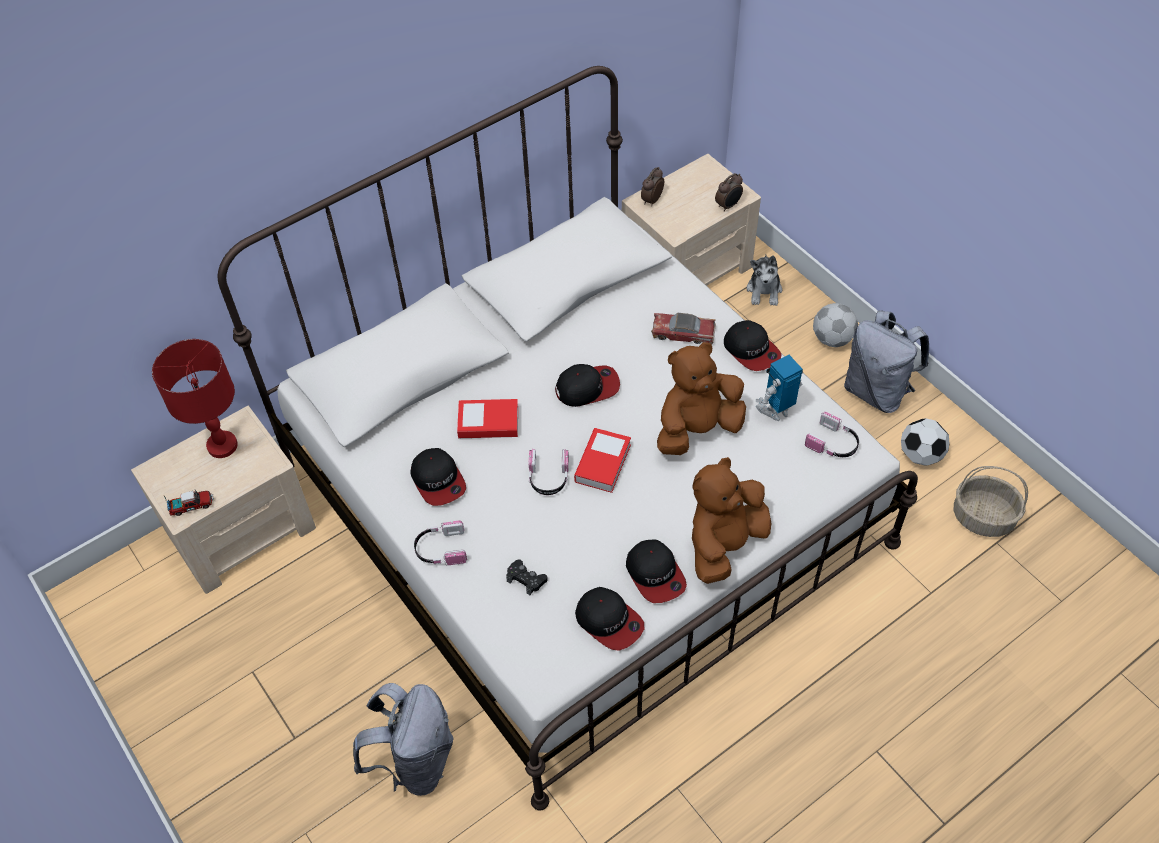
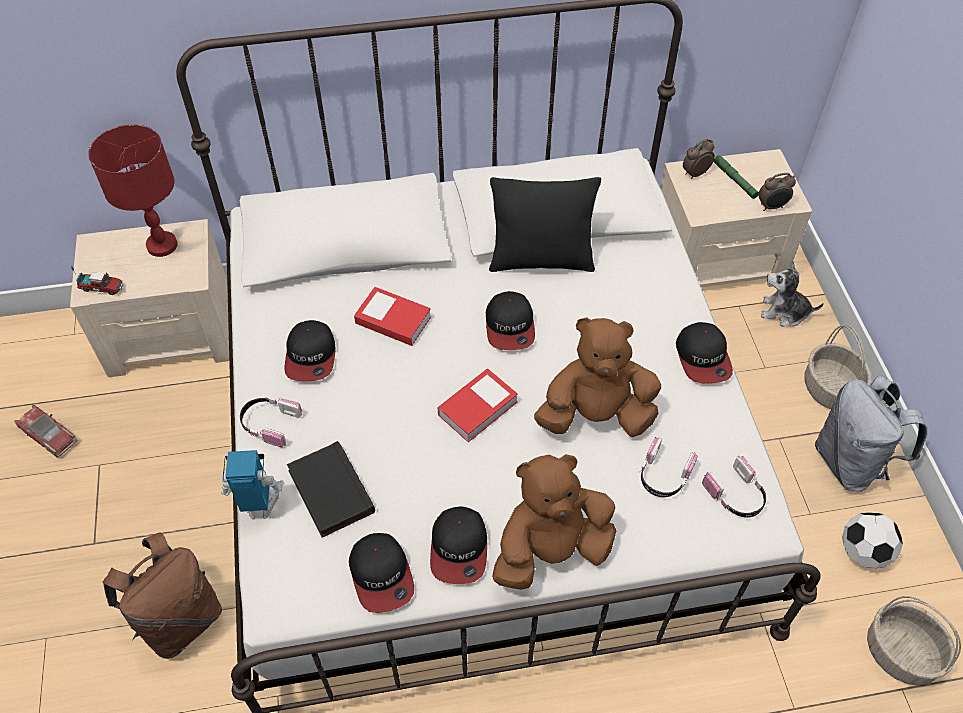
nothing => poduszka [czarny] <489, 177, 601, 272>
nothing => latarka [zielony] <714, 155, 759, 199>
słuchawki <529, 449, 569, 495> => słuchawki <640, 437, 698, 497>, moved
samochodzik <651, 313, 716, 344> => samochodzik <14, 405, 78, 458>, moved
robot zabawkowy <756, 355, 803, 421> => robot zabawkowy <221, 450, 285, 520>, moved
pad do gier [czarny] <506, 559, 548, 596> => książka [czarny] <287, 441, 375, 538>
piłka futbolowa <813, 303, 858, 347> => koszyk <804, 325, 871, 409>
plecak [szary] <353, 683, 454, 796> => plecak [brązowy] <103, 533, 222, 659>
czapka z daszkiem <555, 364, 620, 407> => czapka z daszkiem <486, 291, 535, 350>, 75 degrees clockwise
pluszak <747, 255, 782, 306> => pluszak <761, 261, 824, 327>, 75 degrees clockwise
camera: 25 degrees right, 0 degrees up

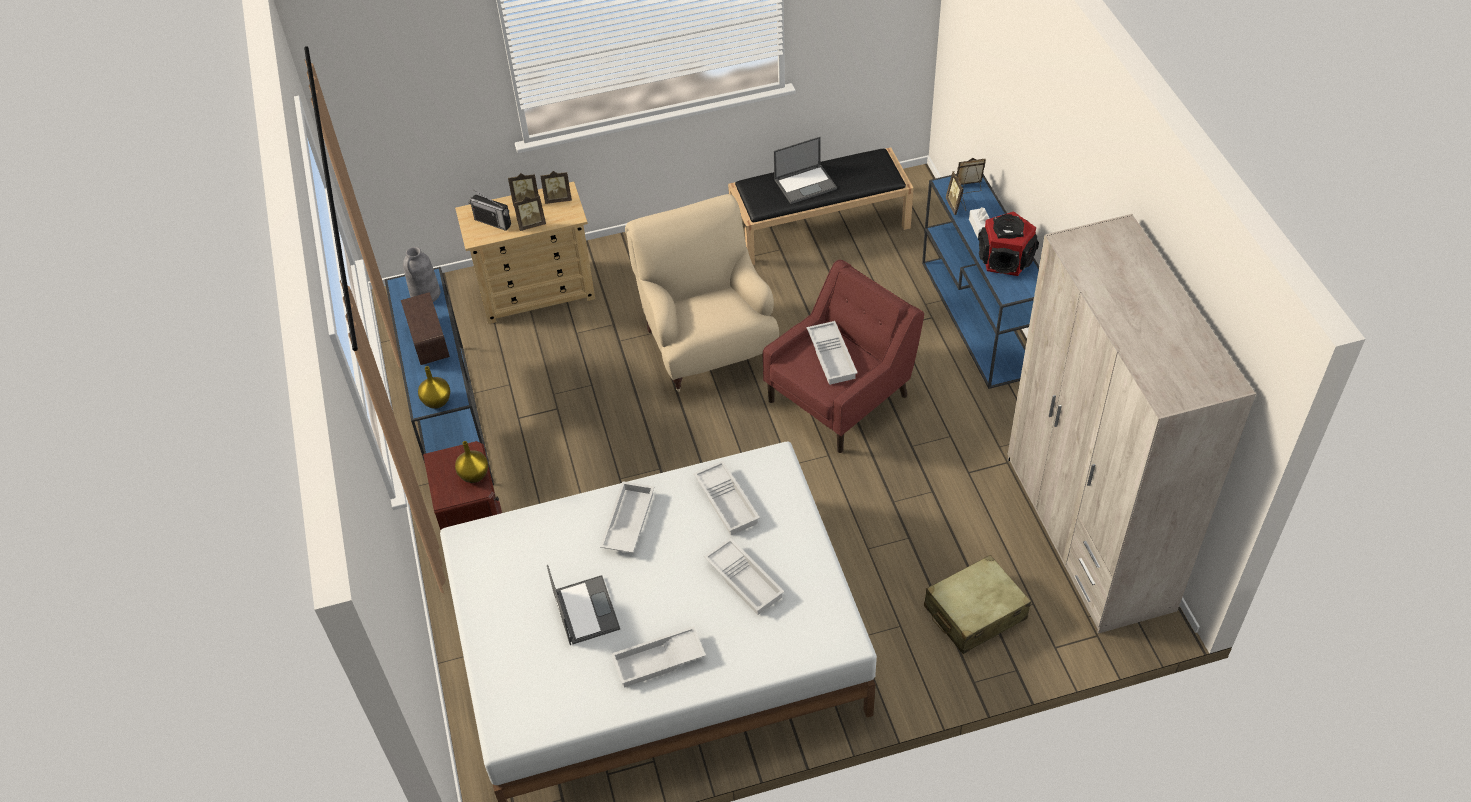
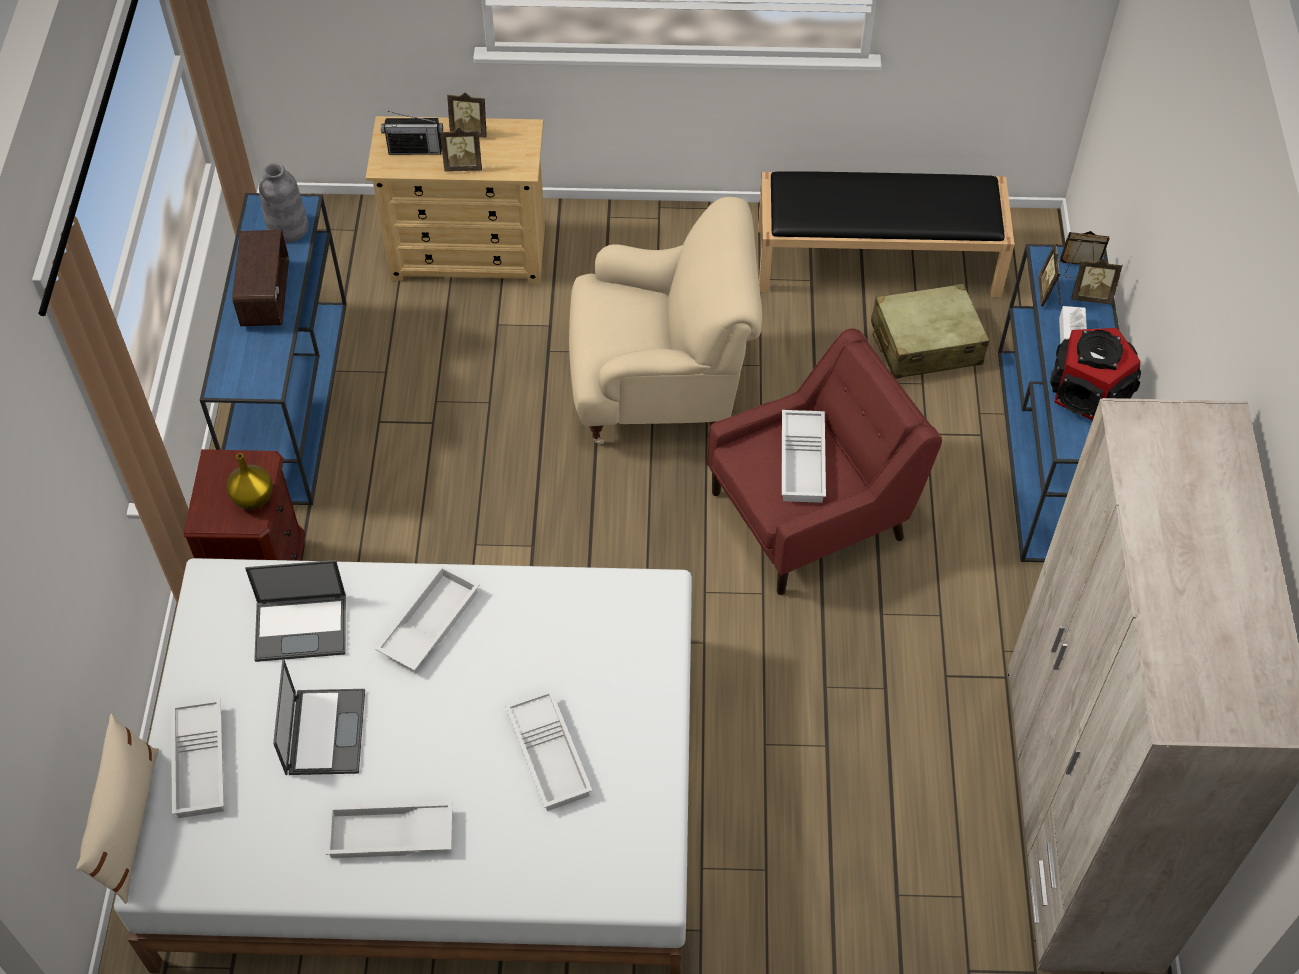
wazon [żółty] <418, 366, 450, 409> => nothing
nothing => poduszka [beżowy] <76, 713, 159, 904>
ramka na zdjęcie <540, 171, 572, 204> => ramka na zdjęcie <1071, 259, 1123, 305>, moved
taca [biały] <693, 461, 760, 535> => taca [biały] <171, 698, 224, 818>, moved
laptop <774, 137, 837, 204> => laptop <245, 560, 346, 662>, moved
walizka [beżowy] <924, 555, 1031, 654> => walizka [beżowy] <871, 283, 989, 379>, moved
radio <468, 190, 511, 231> => radio <381, 111, 443, 155>, 45 degrees counterclockwise
fotel [beżowy] <625, 194, 779, 392> => fotel [beżowy] <569, 197, 762, 444>, 90 degrees clockwise
camera: 15 degrees right, 5 degrees up

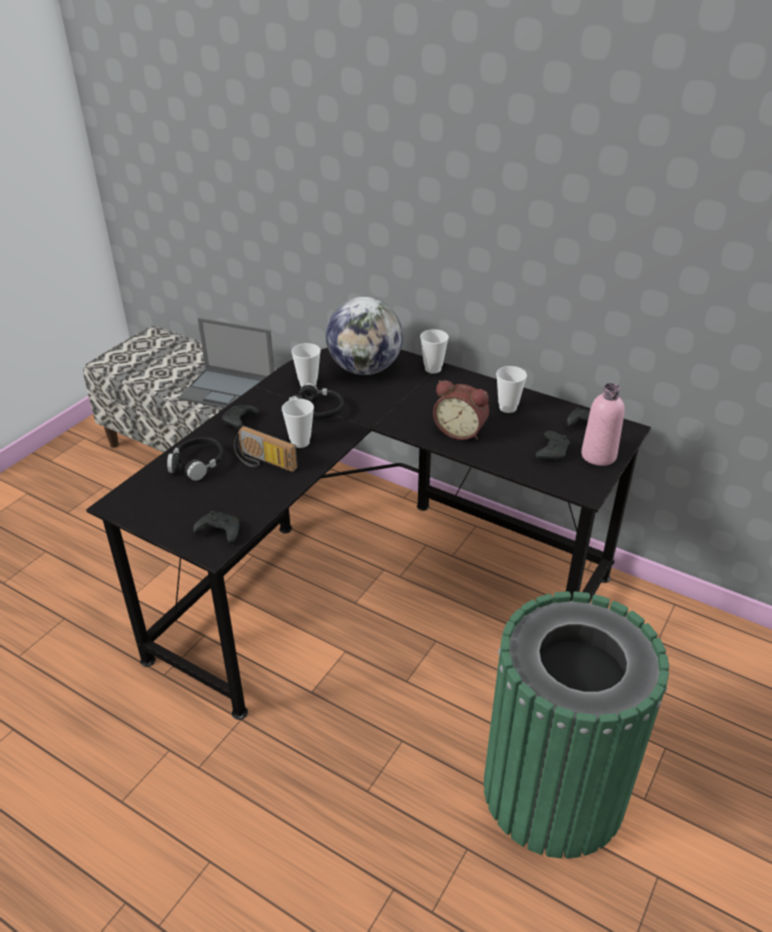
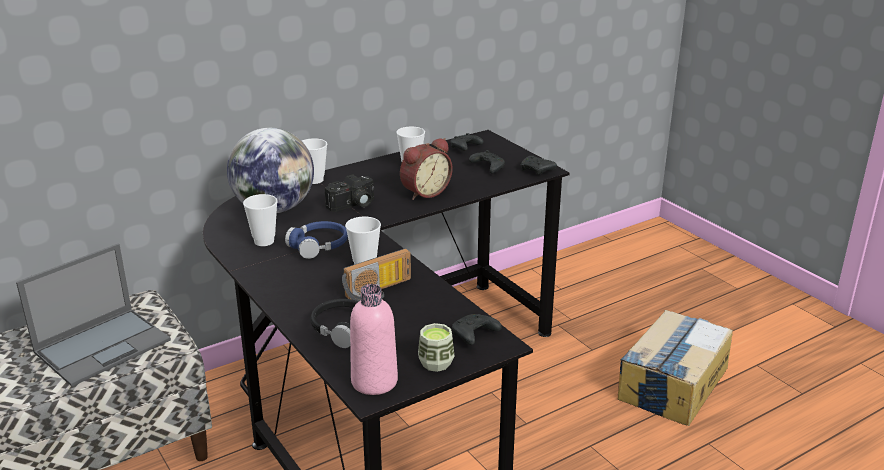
nothing => aparat fotograficzny <325, 174, 374, 212>
nothing => filiżanka <418, 323, 455, 372>
pad do gier [czarny] <222, 405, 259, 429> => pad do gier [czarny] <521, 155, 557, 175>, moved
butelka [różowy] <581, 383, 625, 466> => butelka [różowy] <350, 284, 398, 395>, moved
kosz na śmieci [zielony] <483, 591, 669, 859> => karton <617, 310, 732, 426>
słuchawki [czarny] <289, 383, 344, 419> => słuchawki [niebieski] <285, 221, 348, 259>
camera: 65 degrees left, 10 degrees down

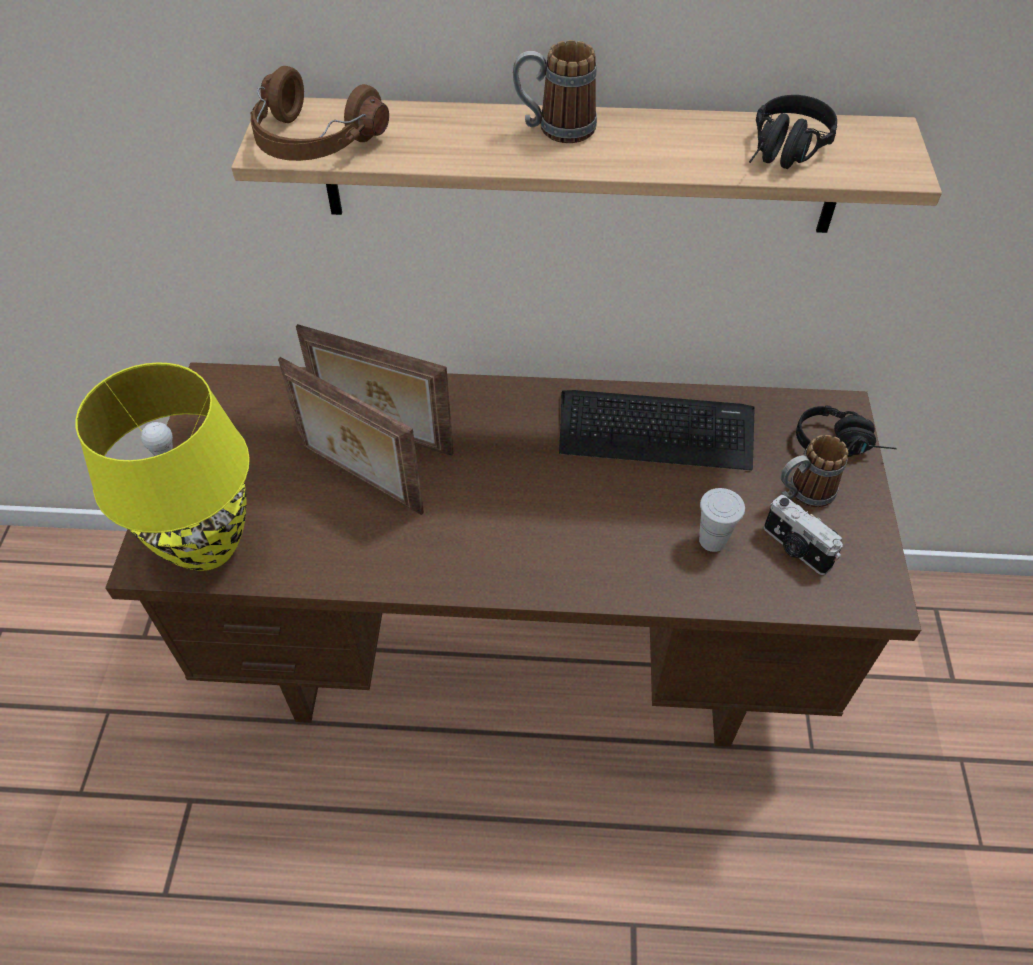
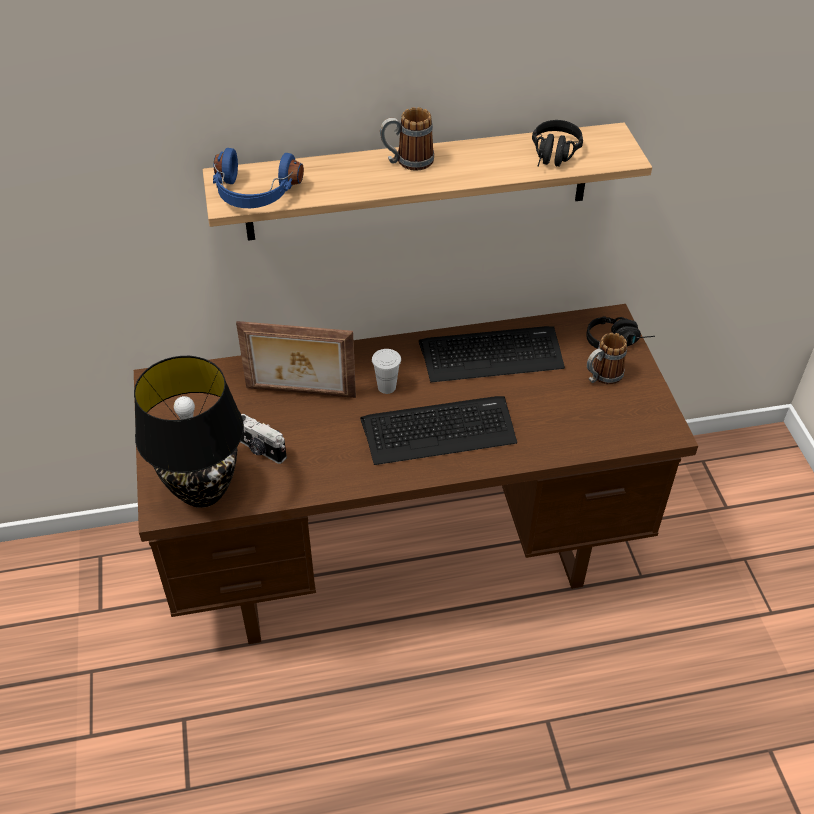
ramka na zdjęcie <278, 357, 424, 515> => nothing
nothing => klawiatura <360, 396, 517, 465>
filiżanka [biały] <699, 488, 745, 552> => filiżanka [biały] <372, 349, 401, 394>, moved
aparat fotograficzny <764, 495, 843, 575> => aparat fotograficzny <240, 414, 287, 464>, moved
lampa stołowa [żółty] <75, 362, 250, 571> => lampa stołowa [czarny] <134, 356, 244, 508>
słuchawki [brązowy] <250, 66, 389, 161> => słuchawki [niebieski] <213, 148, 304, 208>
camera: 15 degrees left, 5 degrees down

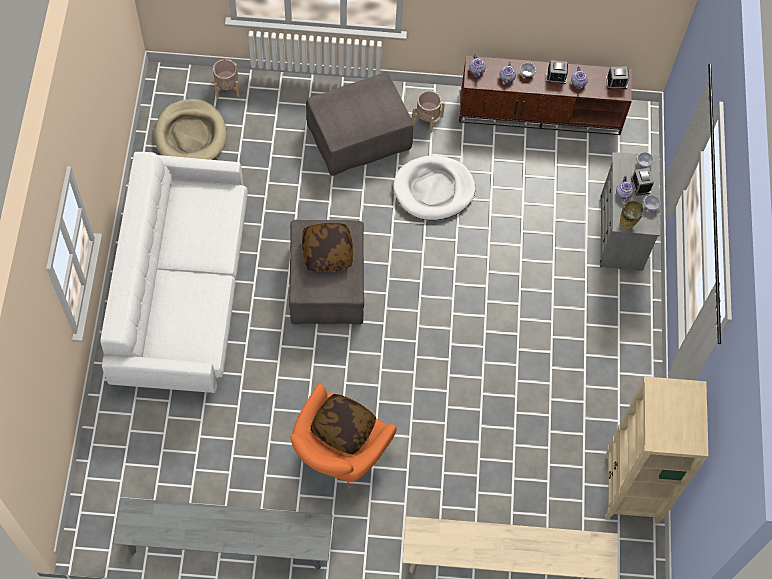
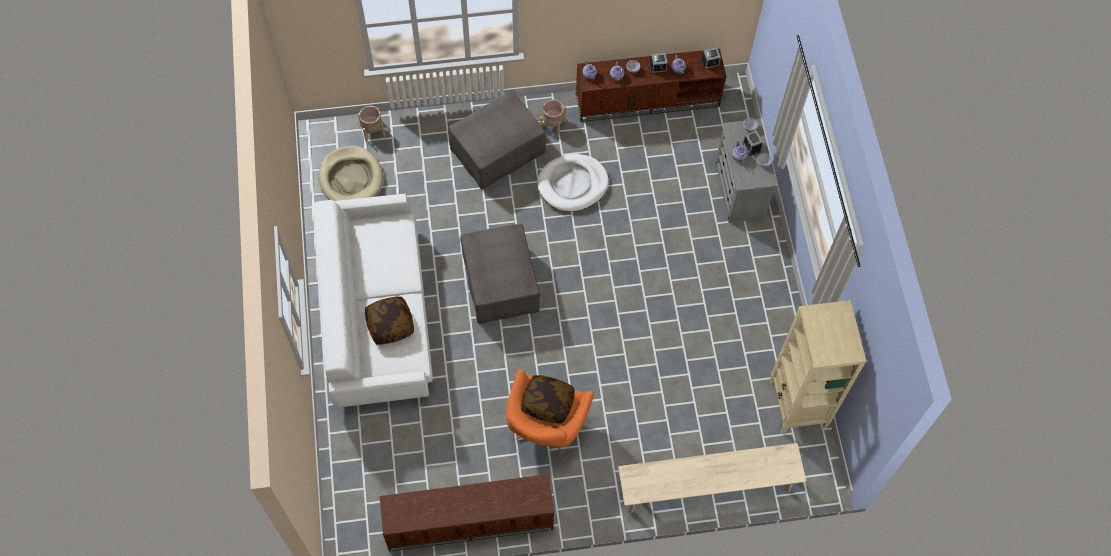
wazon [beżowy] <620, 200, 644, 229> => nothing
poduszka <302, 223, 353, 272> => poduszka <365, 297, 414, 345>, moved
ławka [szary] <113, 498, 333, 570> => szafka pod telewizor [brązowy] <379, 474, 554, 551>
camera: 10 degrees left, 0 degrees up

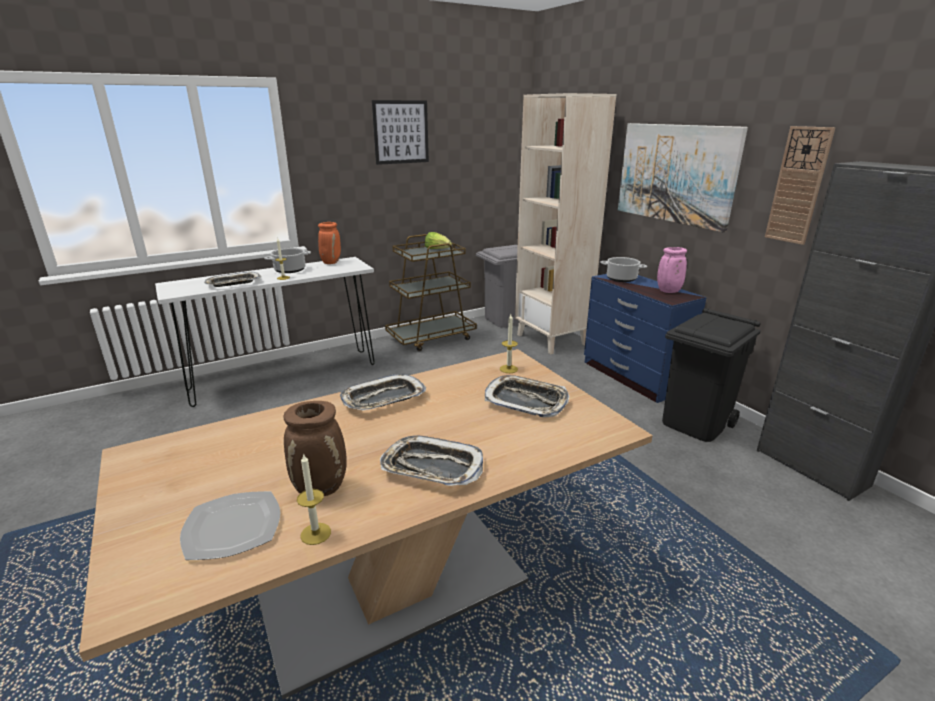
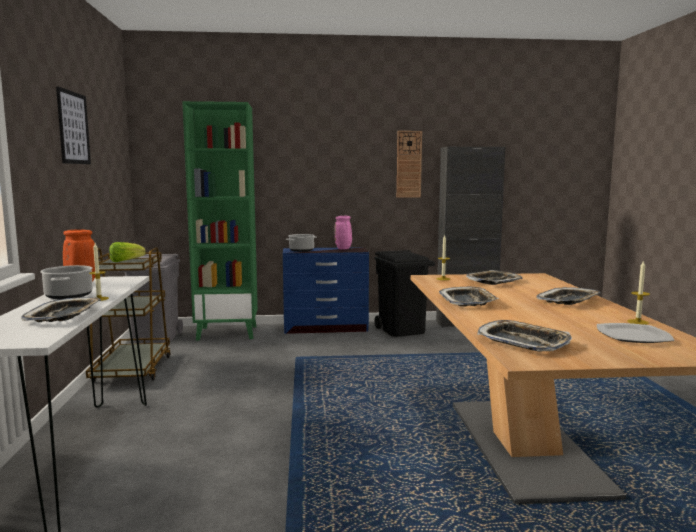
wazon [brązowy] <284, 401, 347, 496> => nothing
obraz <618, 123, 748, 232> => nothing
nothing => taca <477, 320, 572, 351>
regał [beżowy] <515, 93, 616, 354> => regał [zielony] <182, 101, 258, 341>
camera: 65 degrees left, 15 degrees down

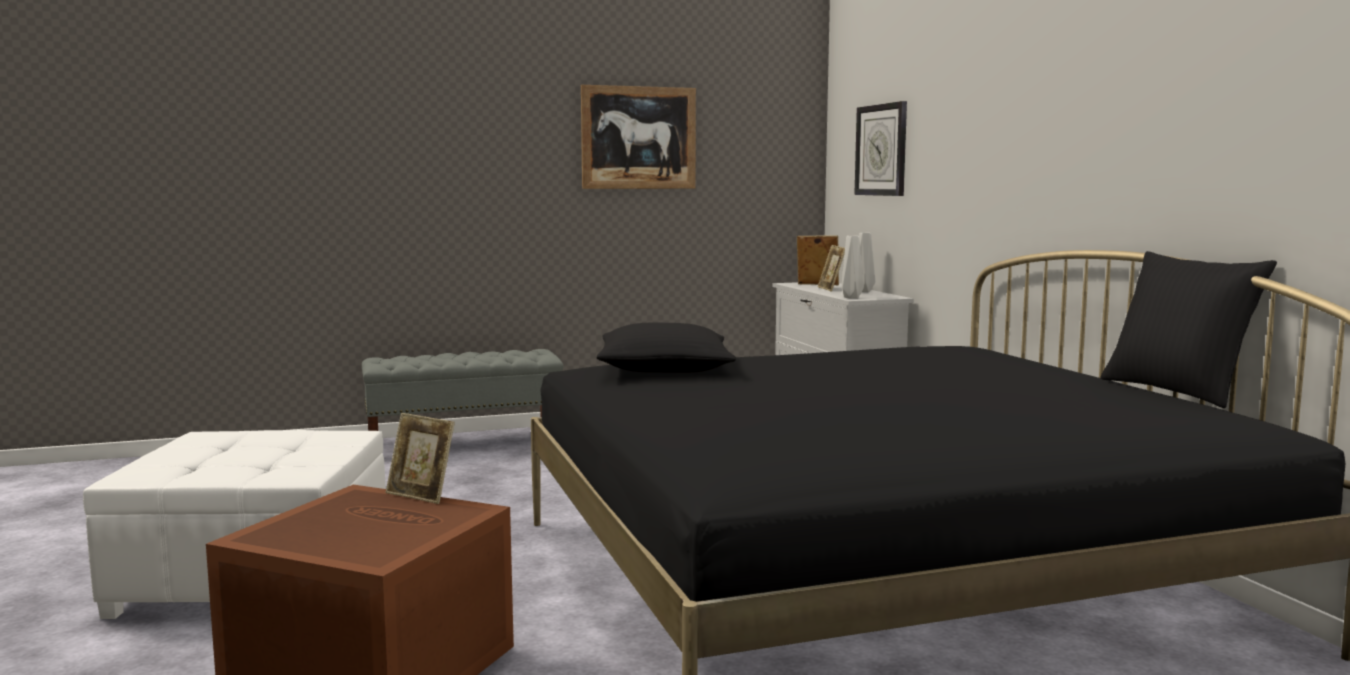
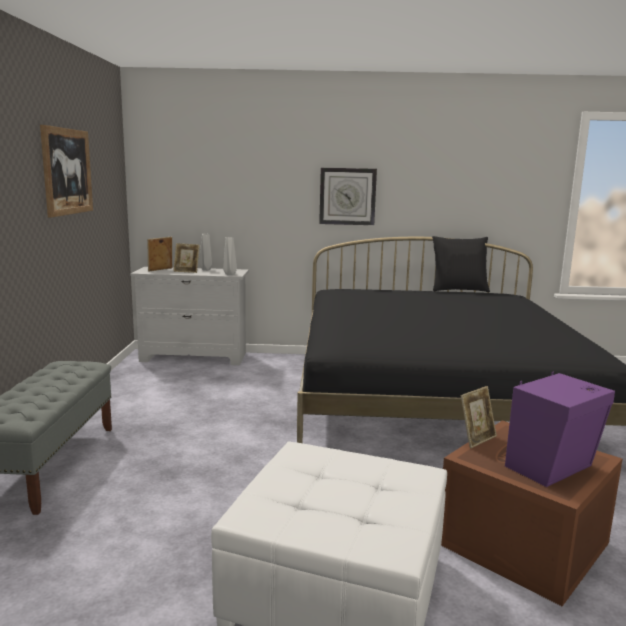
poduszka [czarny] <597, 323, 736, 373> => nothing
nothing => głośnik [fioletowy] <505, 371, 615, 487>
zegar ścienny <854, 101, 907, 196> => zegar ścienny <319, 168, 377, 225>, moved
camera: 70 degrees left, 5 degrees up

